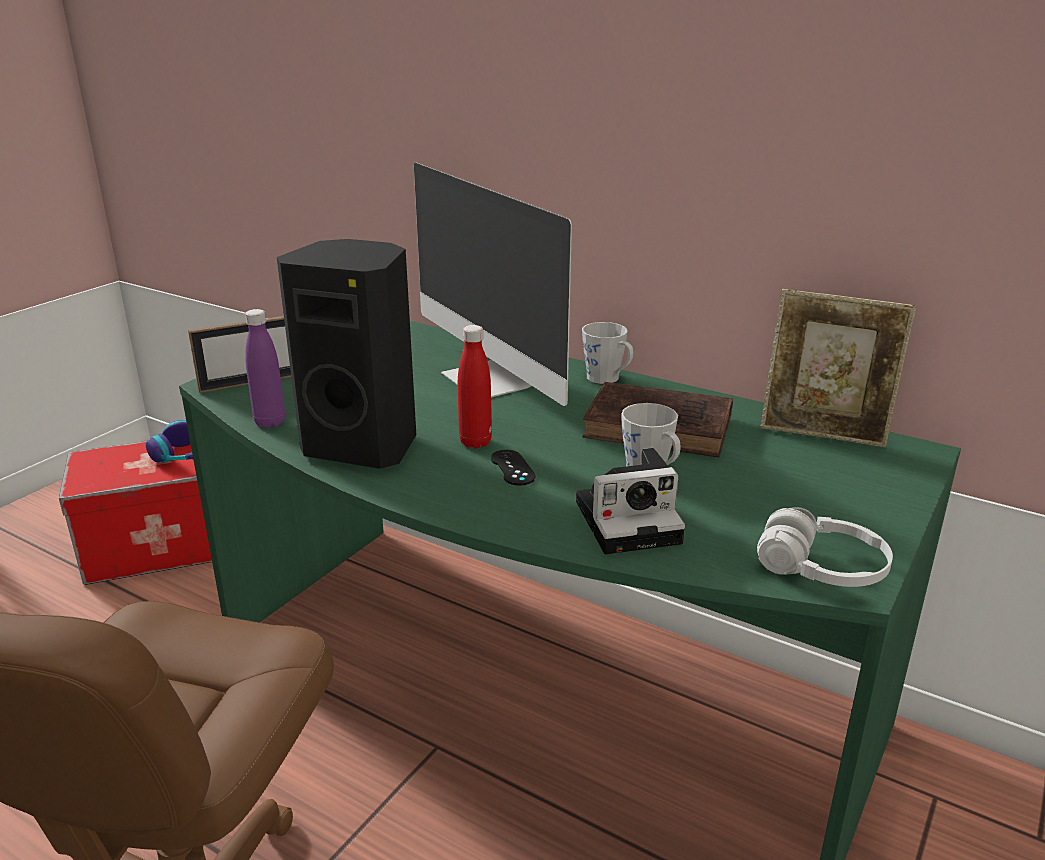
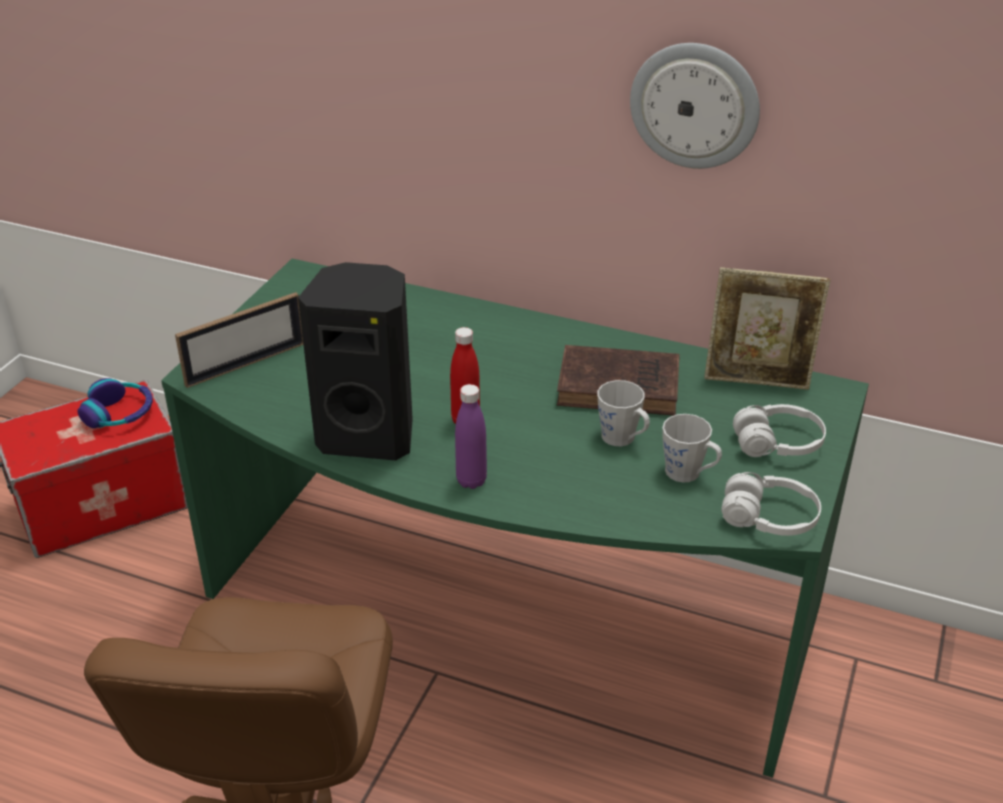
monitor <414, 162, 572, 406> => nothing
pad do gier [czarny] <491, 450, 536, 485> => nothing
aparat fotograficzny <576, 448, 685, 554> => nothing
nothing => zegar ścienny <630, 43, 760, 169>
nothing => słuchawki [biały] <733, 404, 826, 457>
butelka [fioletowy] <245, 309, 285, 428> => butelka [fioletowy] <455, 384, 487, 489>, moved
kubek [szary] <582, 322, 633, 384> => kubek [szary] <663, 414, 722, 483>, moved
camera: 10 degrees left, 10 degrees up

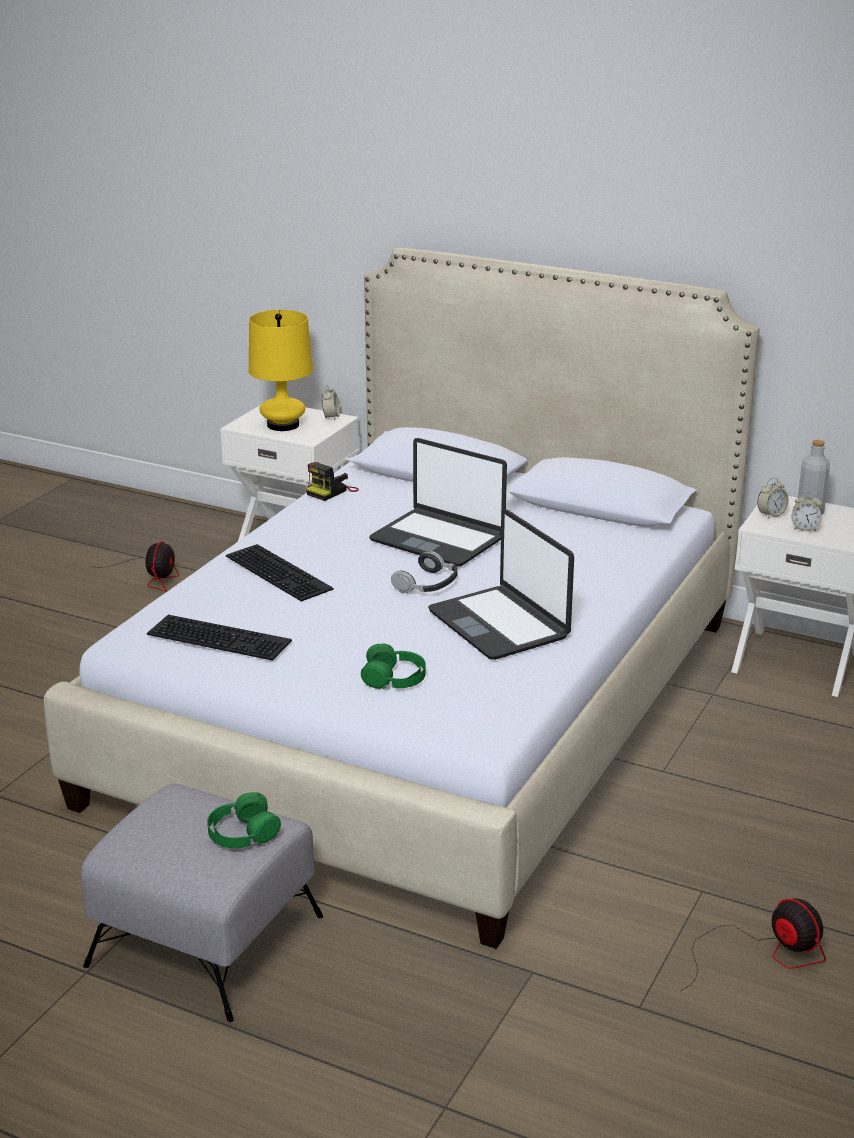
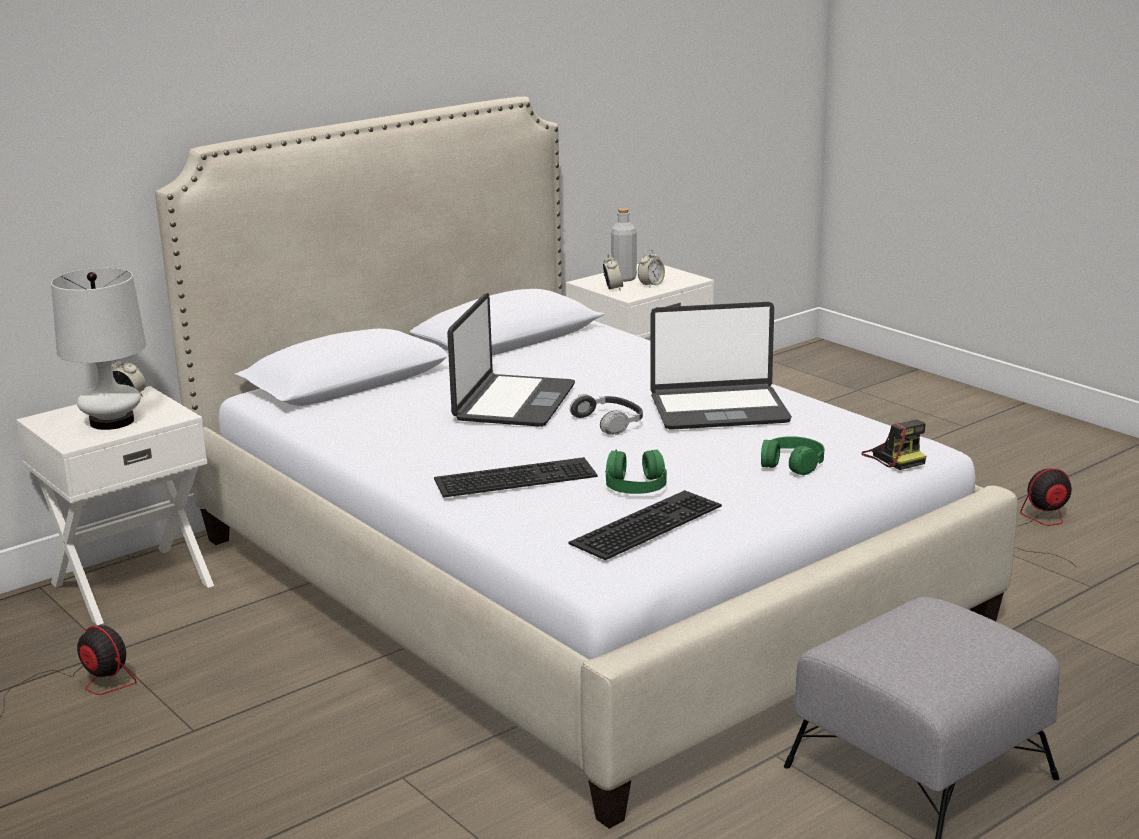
słuchawki [zielony] <207, 792, 281, 848> => słuchawki [zielony] <605, 449, 667, 494>, moved
aparat fotograficzny <306, 462, 359, 501> => aparat fotograficzny <861, 420, 926, 470>, moved
lampa stołowa [żółty] <249, 310, 313, 431> => lampa stołowa [biały] <51, 268, 146, 430>
laptop <369, 438, 507, 567> => laptop <447, 293, 575, 427>, 45 degrees counterclockwise
camera: 65 degrees left, 5 degrees down

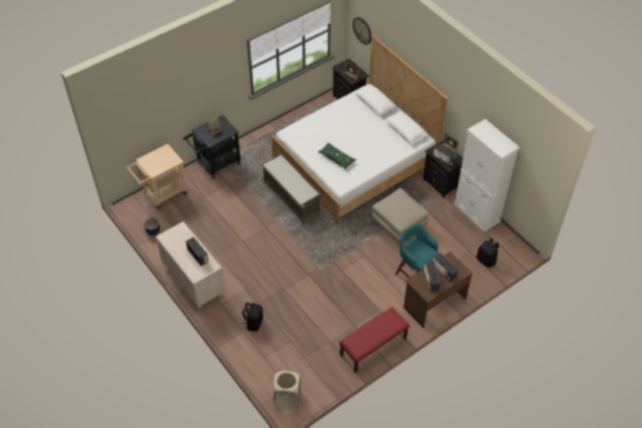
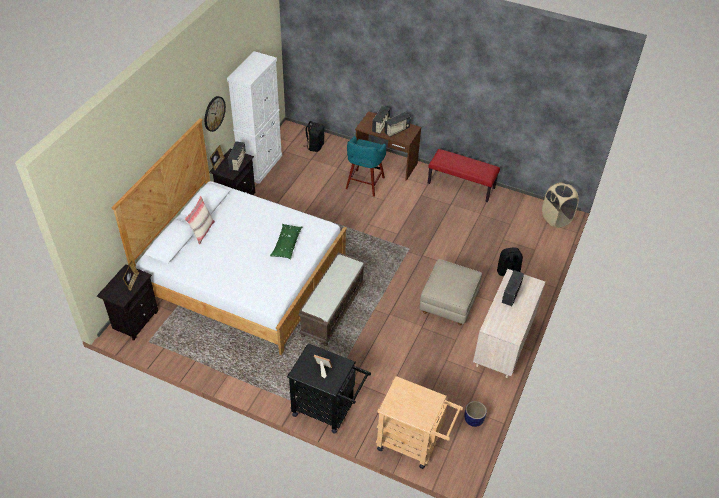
nothing => poduszka [beżowy] <184, 196, 215, 244>
zegar ścienny <353, 17, 372, 45> => zegar ścienny <205, 96, 226, 132>, moved
pufa [beżowy] <372, 188, 428, 244> => pufa [beżowy] <420, 259, 482, 325>, moved
camera: 120 degrees left, 5 degrees down

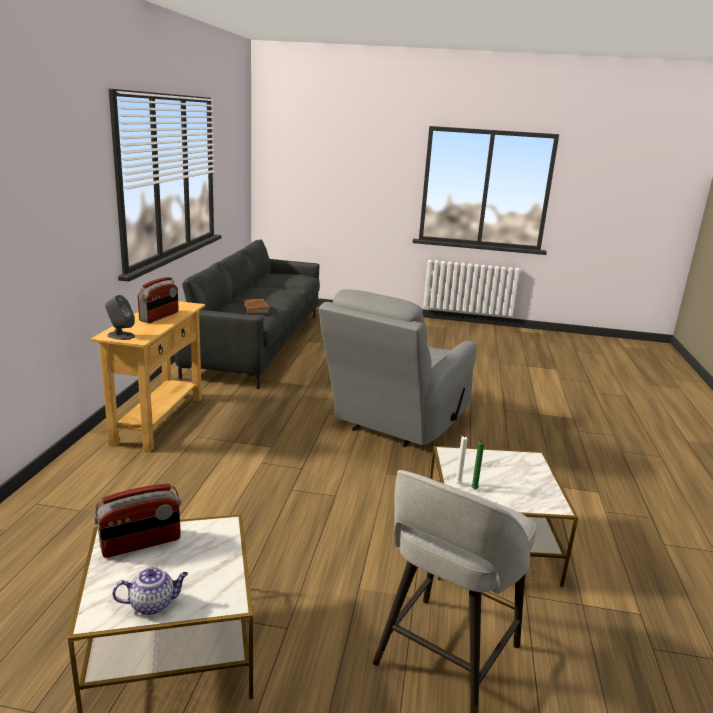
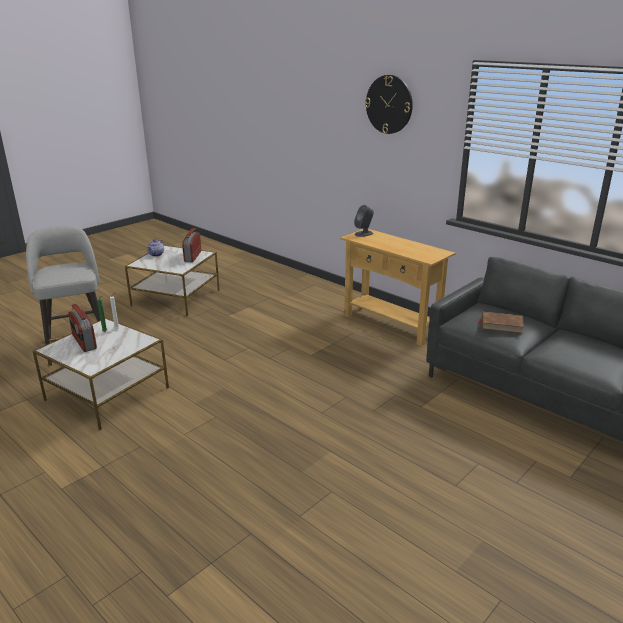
fotel [szary] <319, 289, 476, 447> => nothing
nothing => zegar ścienny <365, 75, 413, 134>
radio <138, 277, 179, 323> => radio <68, 304, 97, 352>, moved
camera: 125 degrees right, 5 degrees up

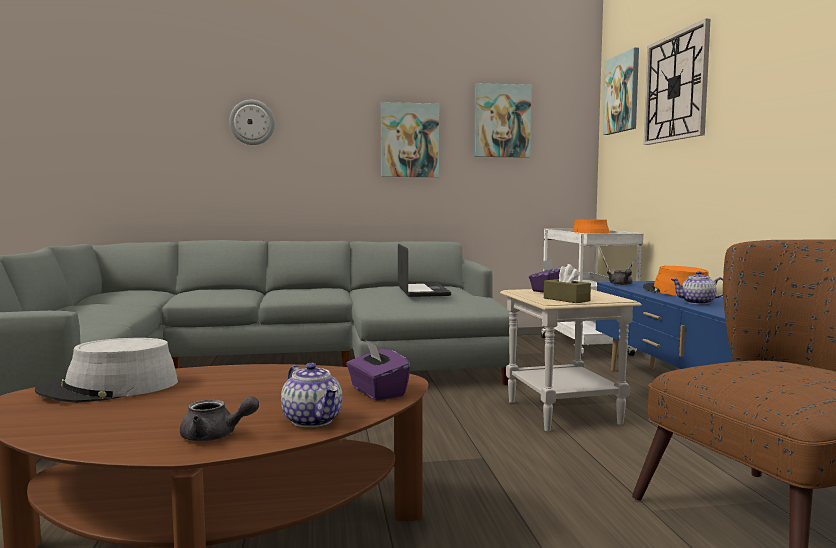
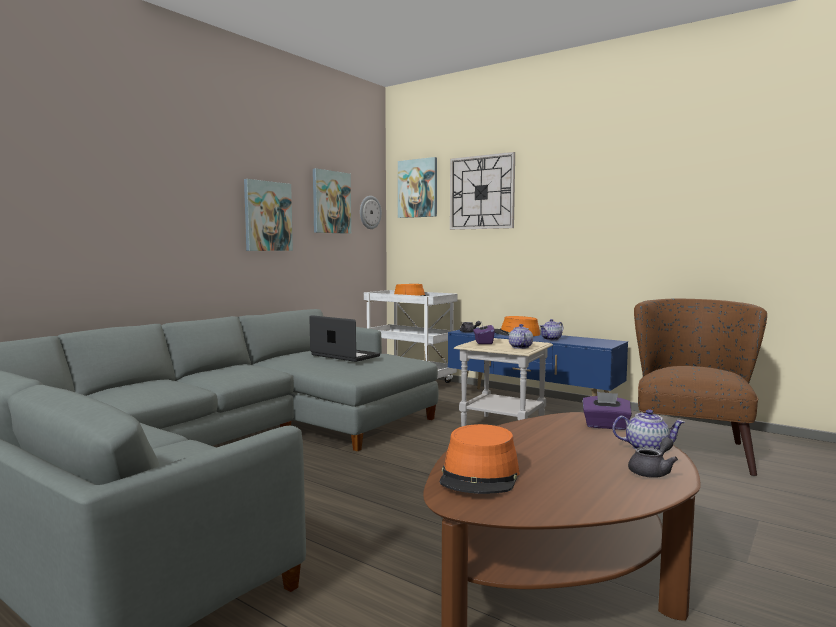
zegar ścienny <229, 100, 275, 145> => zegar ścienny <360, 196, 382, 229>, moved
pudełko chusteczek [brązowy] <544, 264, 591, 303> => imbryk <509, 324, 533, 349>
kapelusz [szary] <35, 338, 178, 403> => kapelusz [pomarańczowy] <440, 424, 520, 494>
camera: 45 degrees left, 0 degrees up

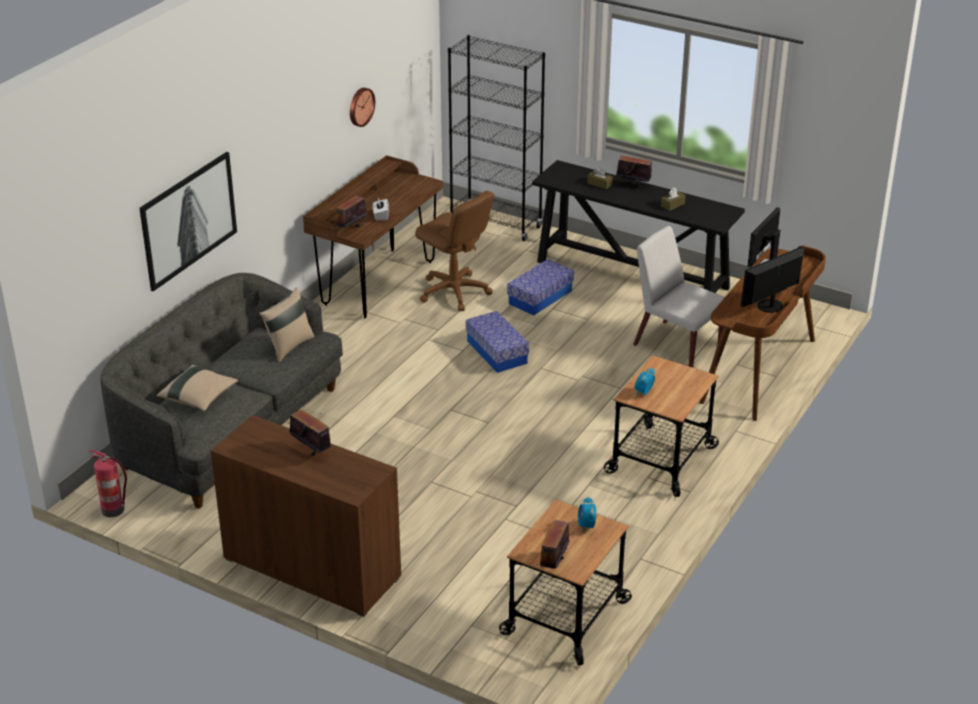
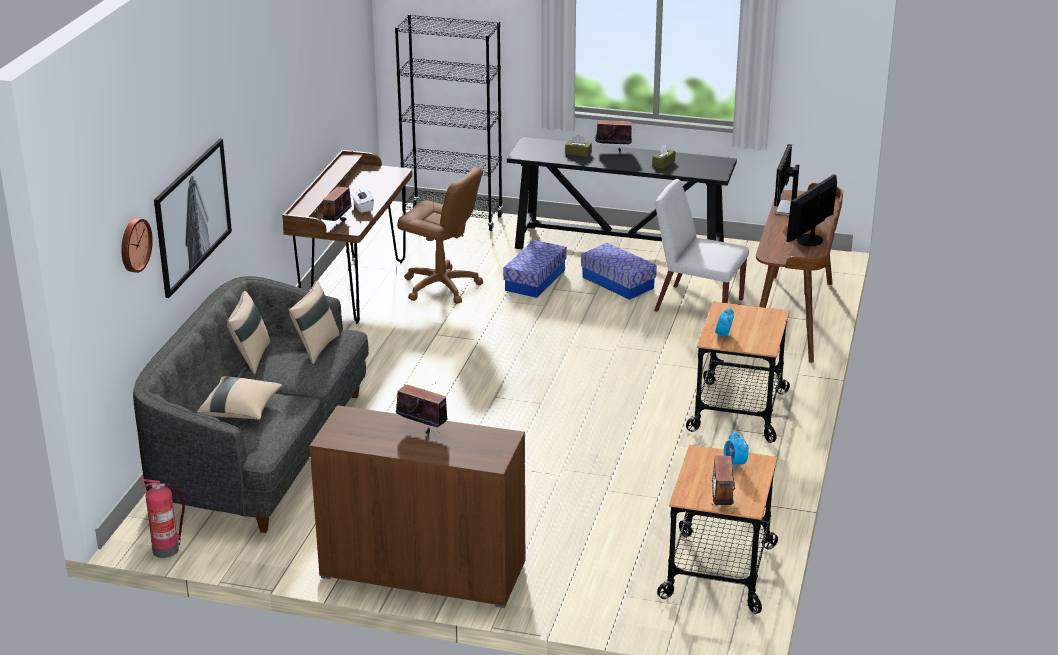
nothing => poduszka [beżowy] <227, 291, 270, 374>
zegar ścienny <350, 88, 375, 127> => zegar ścienny <121, 218, 153, 273>, moved
pojemnik do przechowywania <466, 311, 529, 373> => pojemnik do przechowywania <581, 243, 657, 300>, moved
camera: 15 degrees left, 5 degrees down

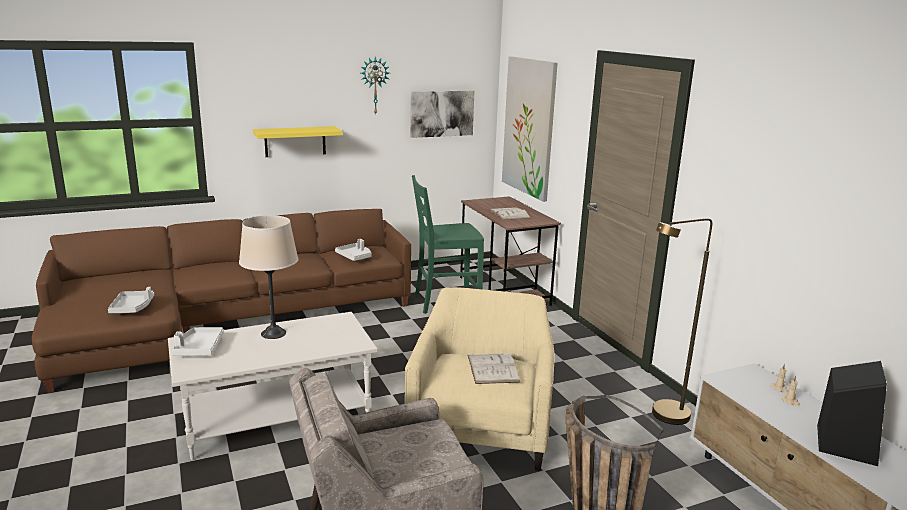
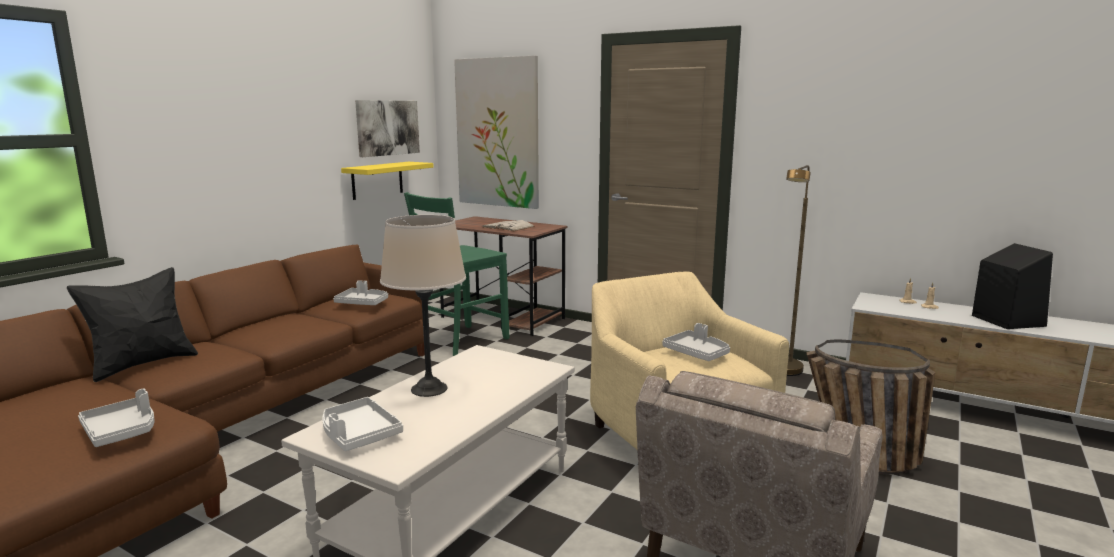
zegar ścienny <361, 56, 389, 114> => nothing
nothing => poduszka [czarny] <67, 267, 198, 382>
półka [żółty] <253, 126, 343, 157> => półka [żółty] <341, 162, 434, 200>, moved
książka [biały] <467, 352, 521, 384> => taca [szary] <662, 323, 730, 361>
camera: 35 degrees left, 5 degrees down

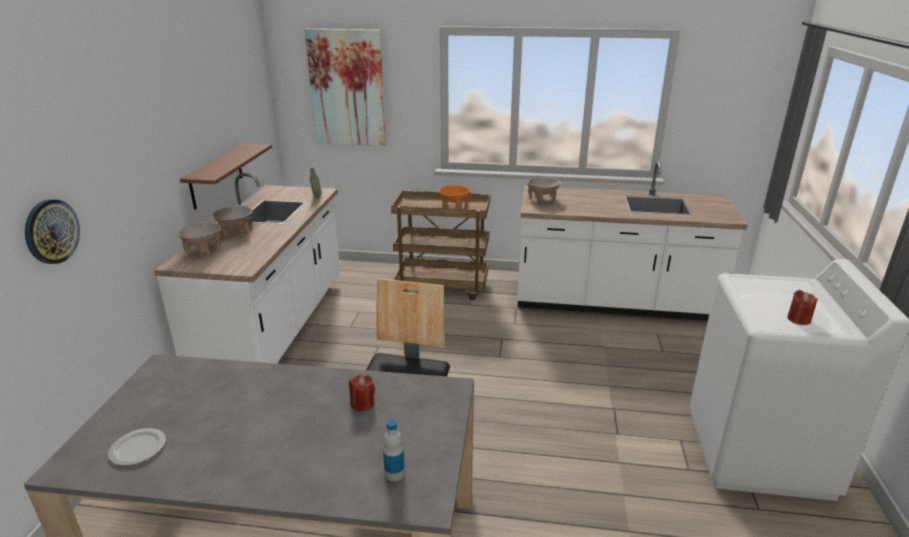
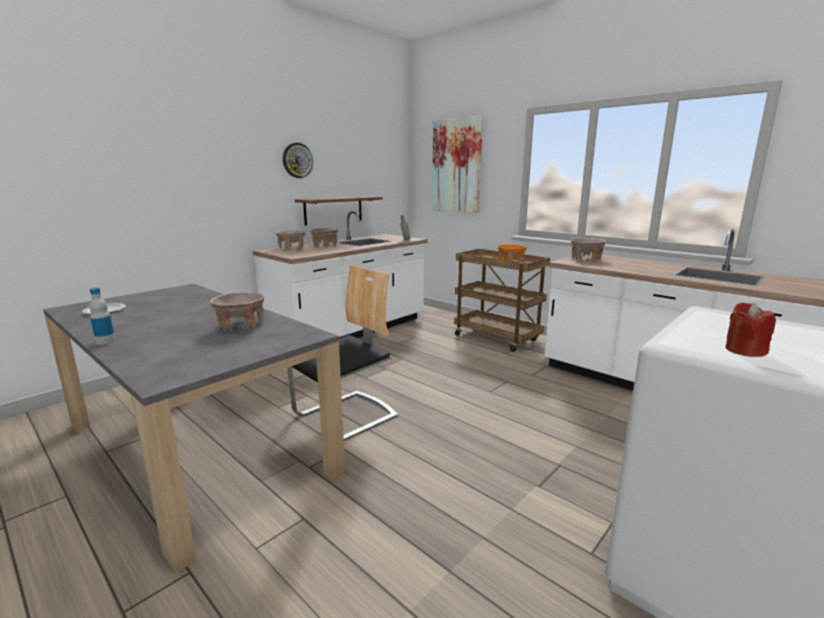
zegar ścienny <25, 199, 80, 264> => zegar ścienny <283, 143, 313, 178>, moved
butelka <383, 419, 405, 481> => butelka <89, 288, 115, 345>, moved
świeca [czerwony] <349, 375, 375, 411> => miska [beżowy] <210, 292, 265, 332>
camera: 35 degrees right, 10 degrees down

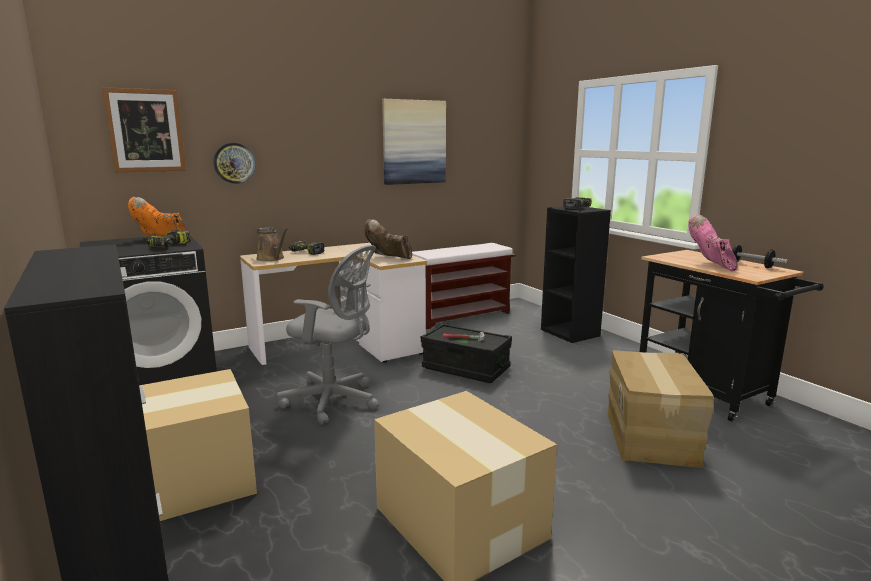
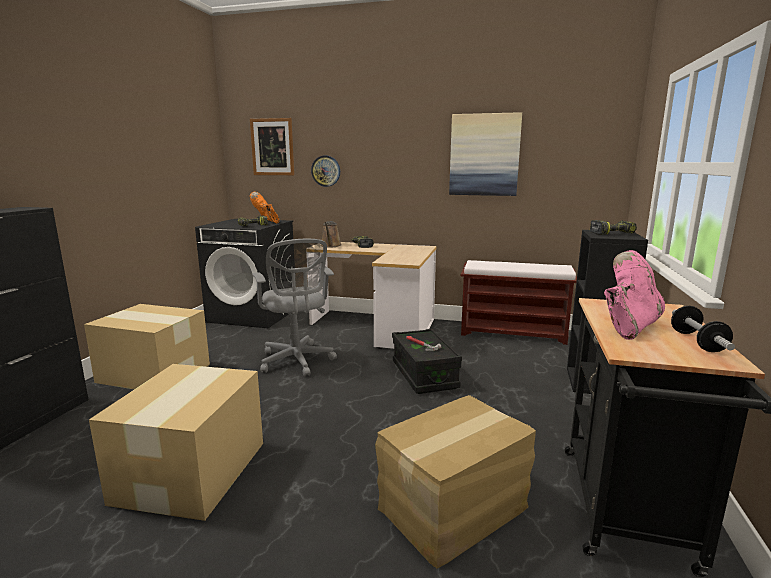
but z cholewką [brązowy] <365, 219, 412, 259> => nothing
camera: 45 degrees right, 0 degrees up

